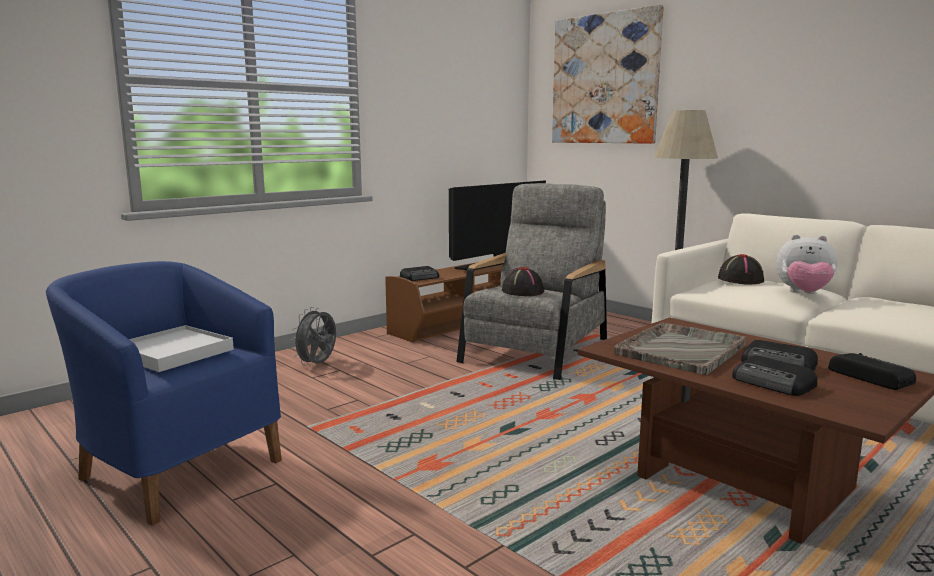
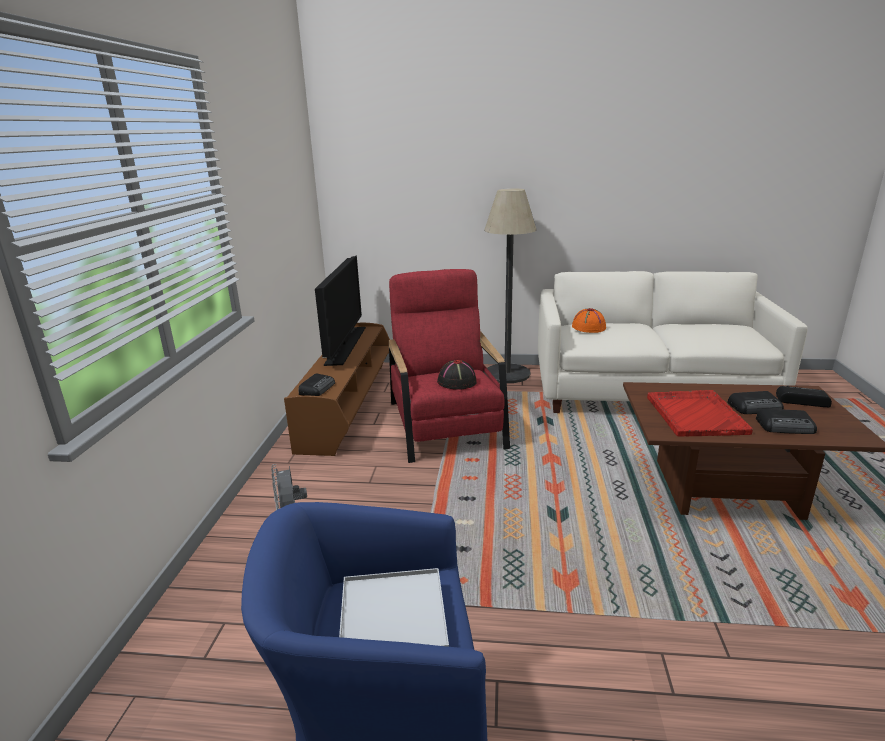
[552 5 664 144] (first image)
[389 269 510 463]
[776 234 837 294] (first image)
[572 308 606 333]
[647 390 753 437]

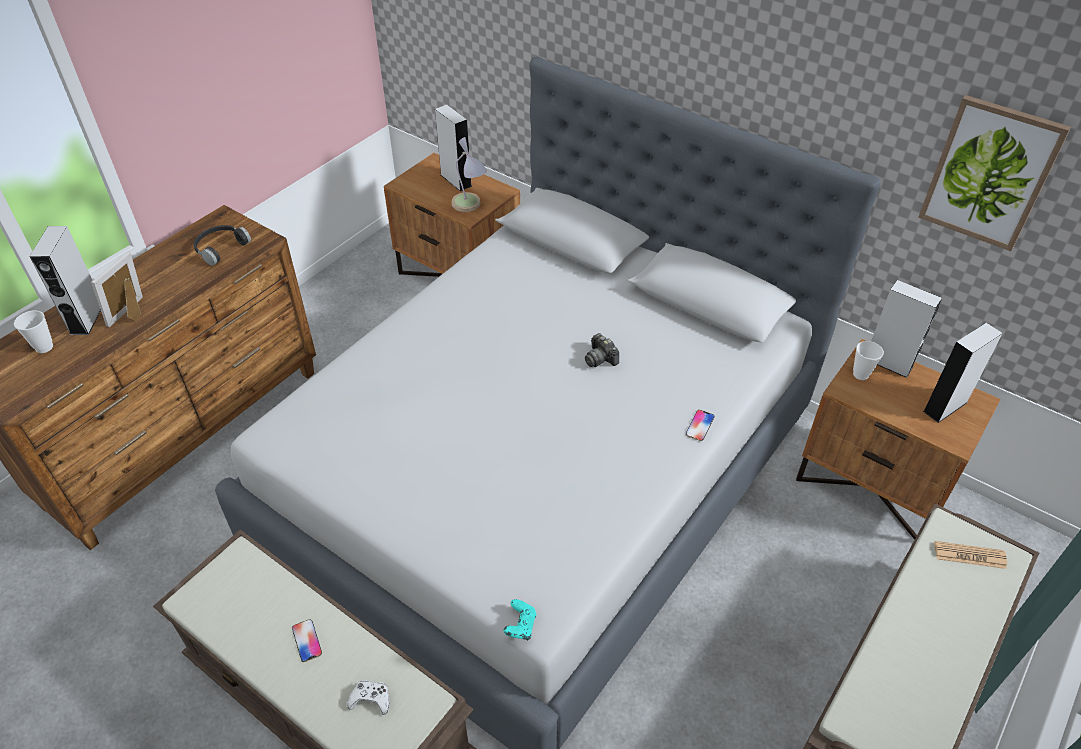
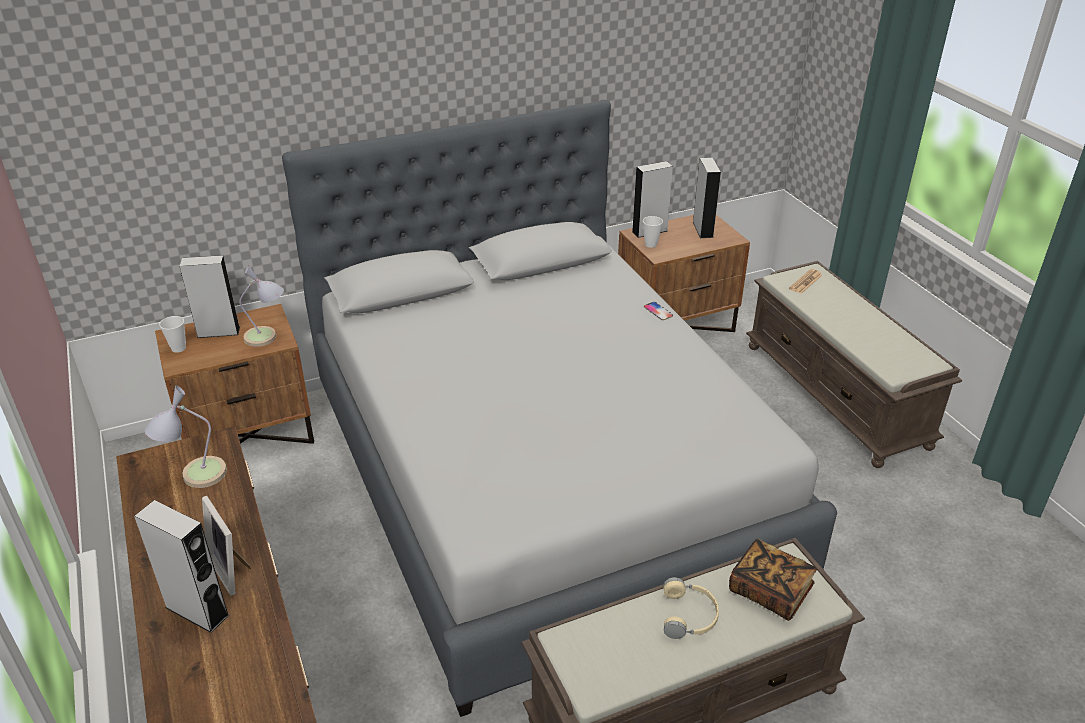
[918 95 1071 251] (first image)
[145 385 227 488]
[159 316 186 353]
[585 333 619 367] (first image)
[503 599 536 640] (first image)
[664 577 719 639]
[729 538 817 621]

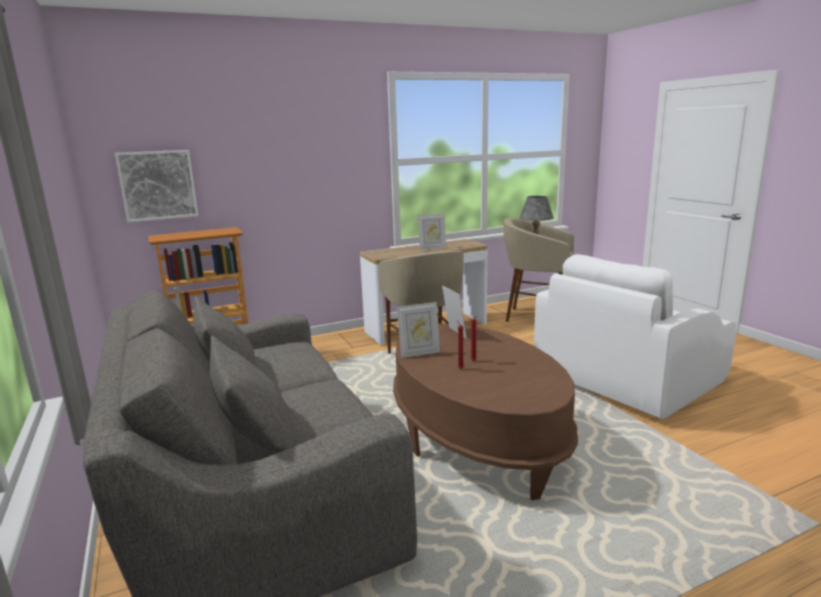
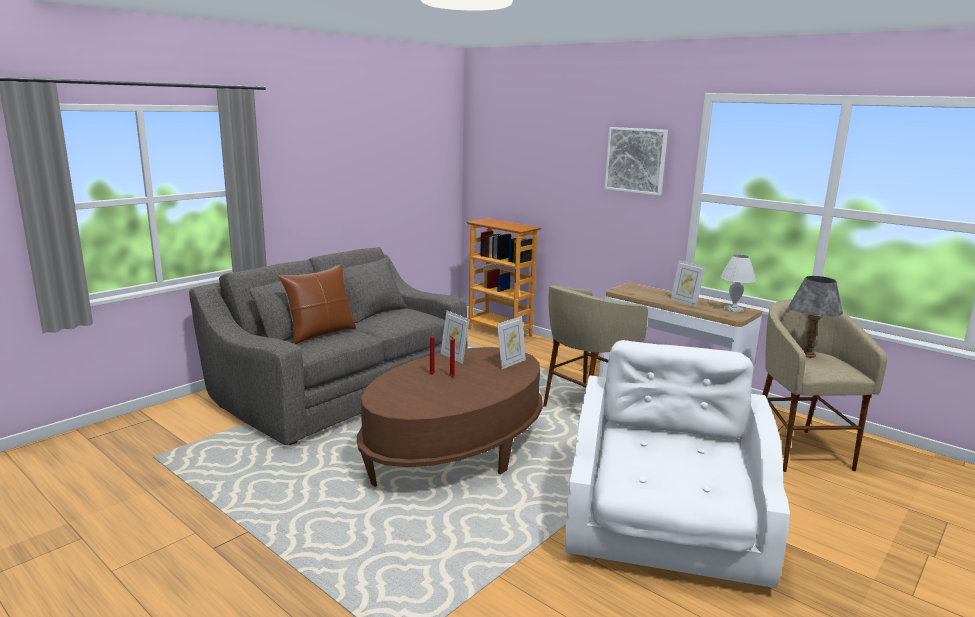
[605 127 668 196]
[565 340 790 588]
[720 255 756 313]
[278 264 356 344]

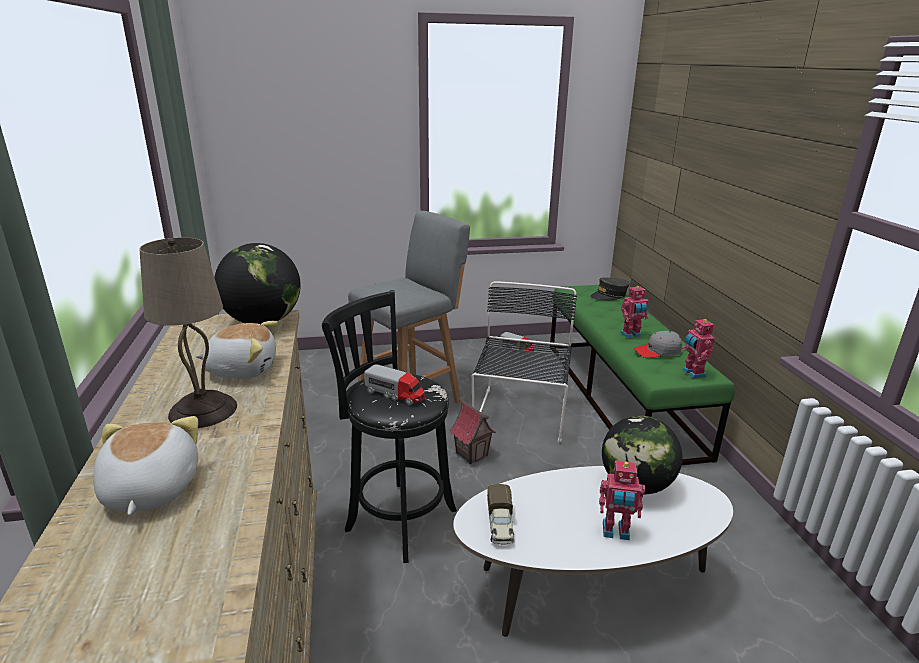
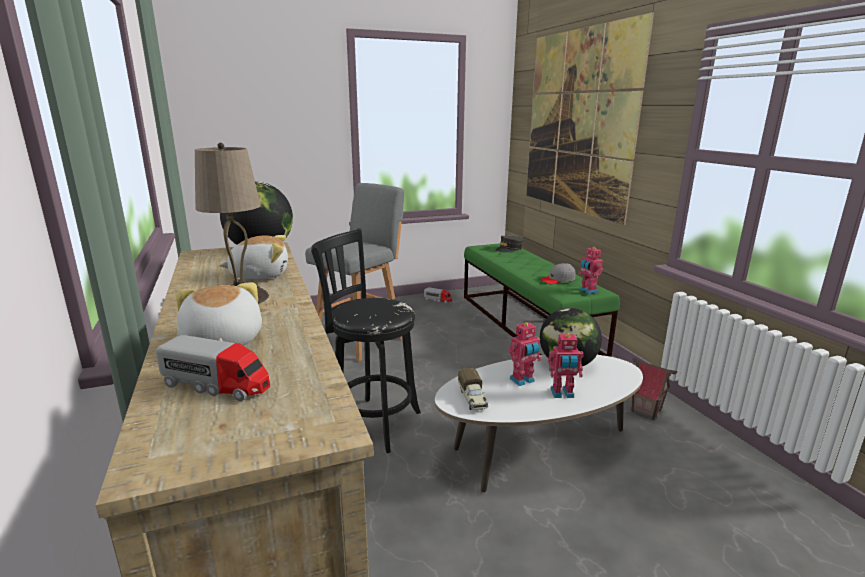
[472 281 577 443] (first image)
[508 322 542 386]
[156 335 270 401]
[632 358 677 420]
[526 12 654 225]

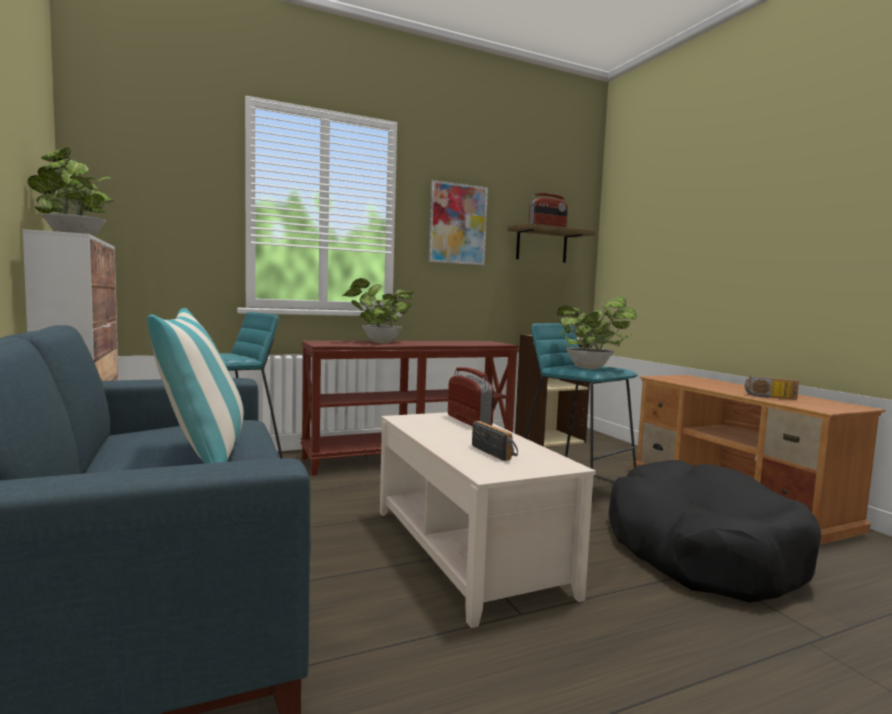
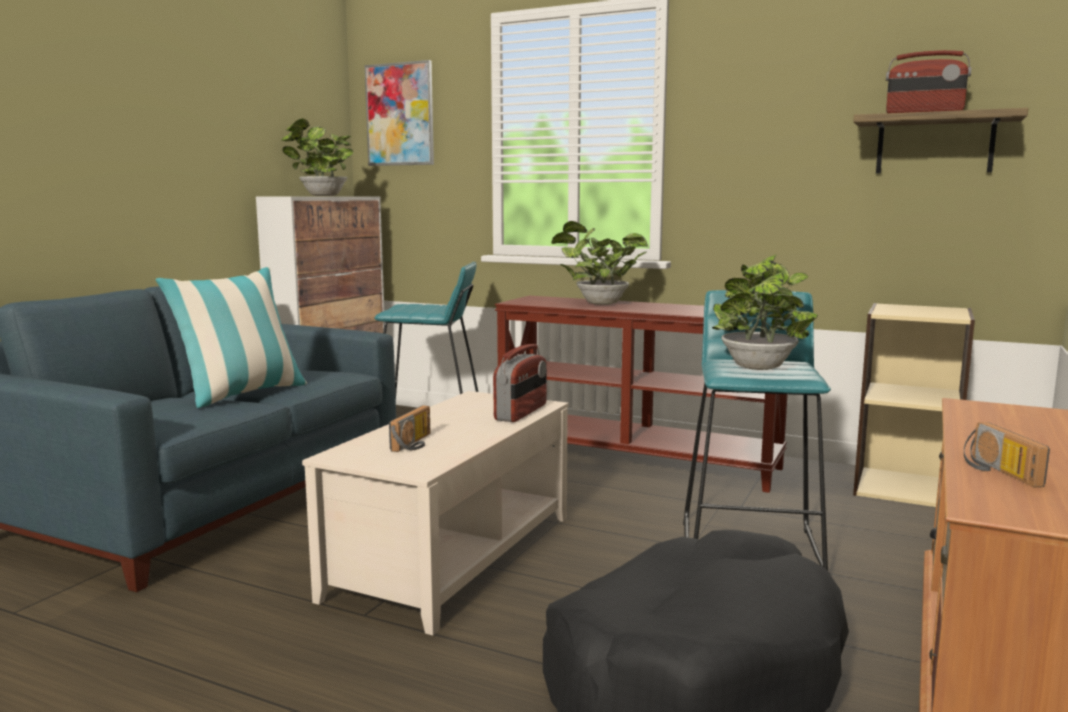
[365 60 434 166]

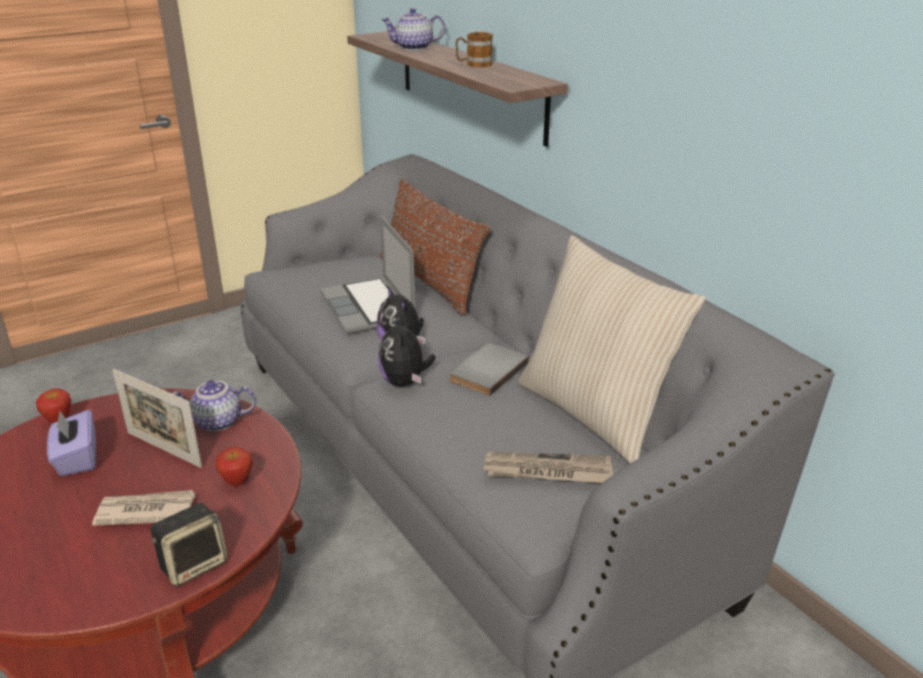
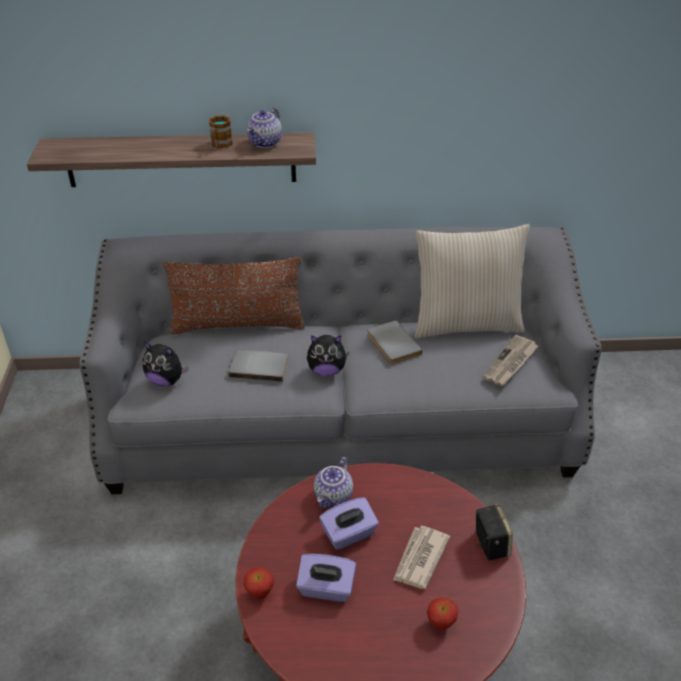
[247 108 282 148]
[228 349 289 382]
[143 342 189 386]
[319 497 379 550]
[427 598 458 630]

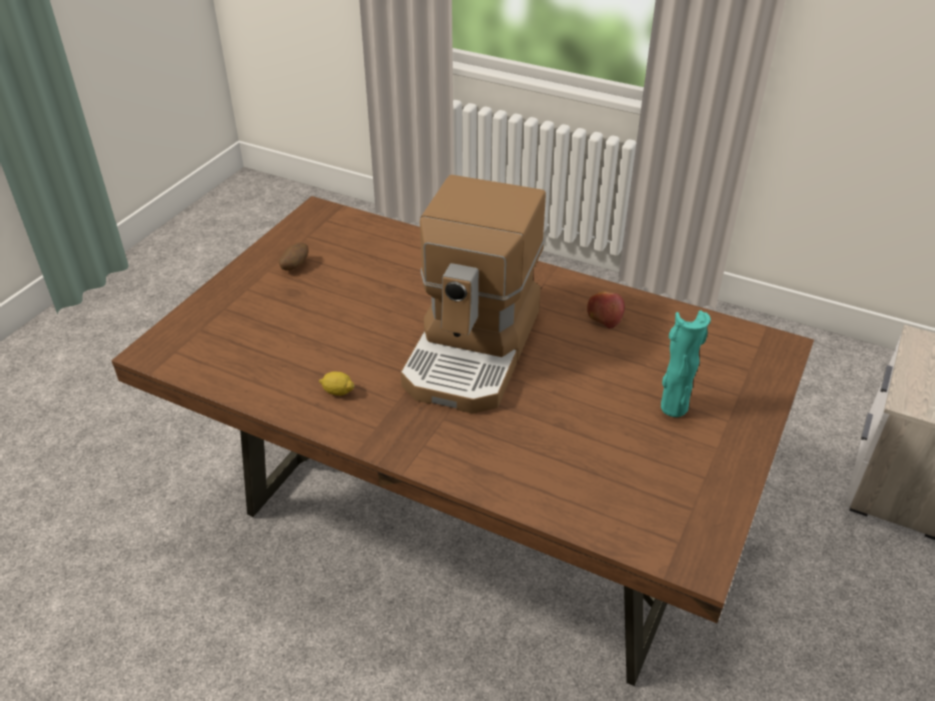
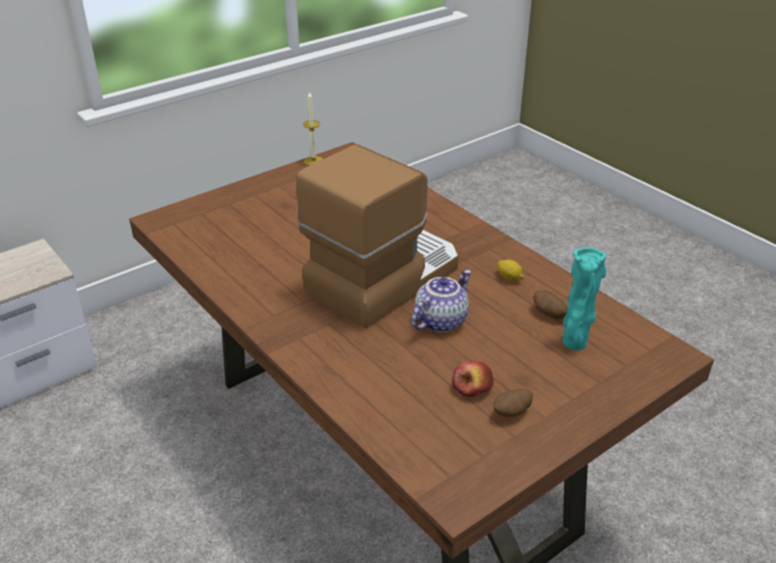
[452 361 494 397]
[562 247 606 350]
[303 91 323 166]
[411 270 472 332]
[534 290 567 319]

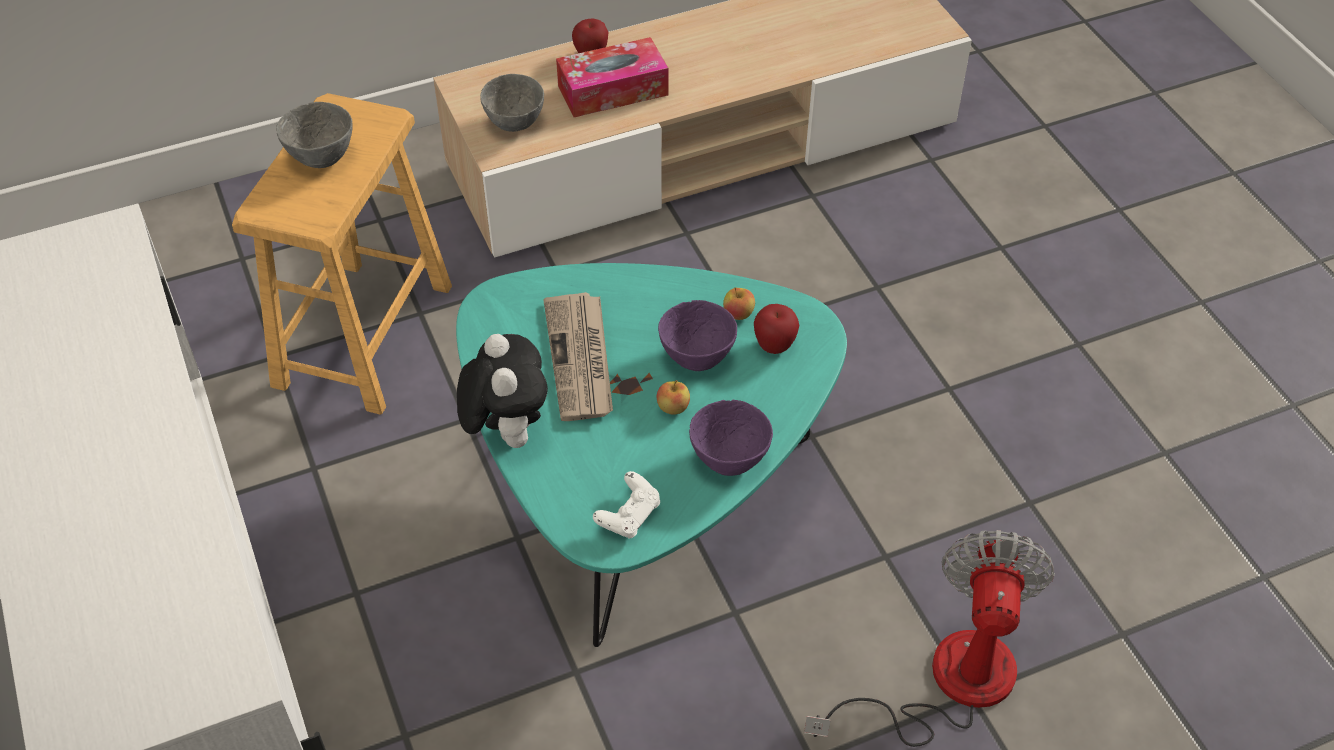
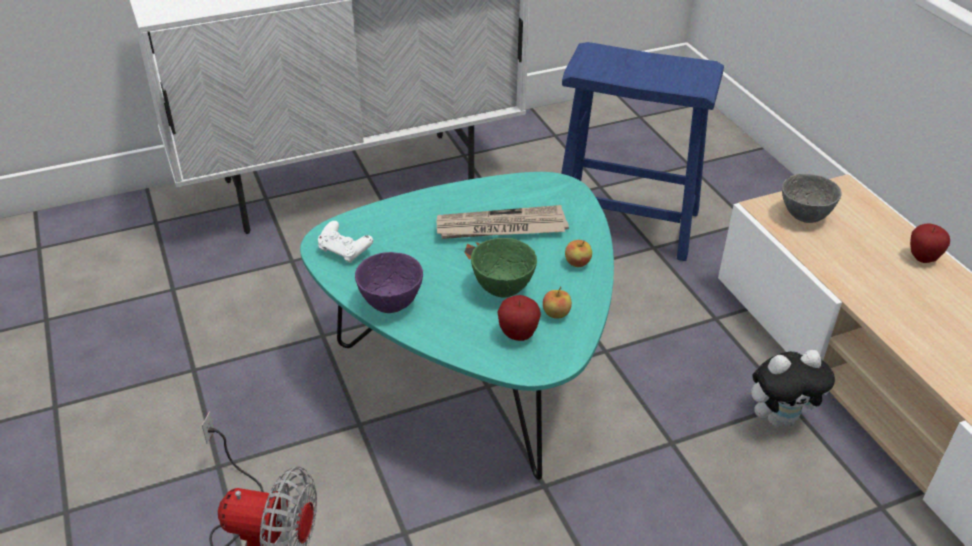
[556 37 668 117] (first image)
[561 42 724 261]
[276 102 353 168] (first image)
[471 238 537 297]
[751 350 835 427]
[565 240 592 267]

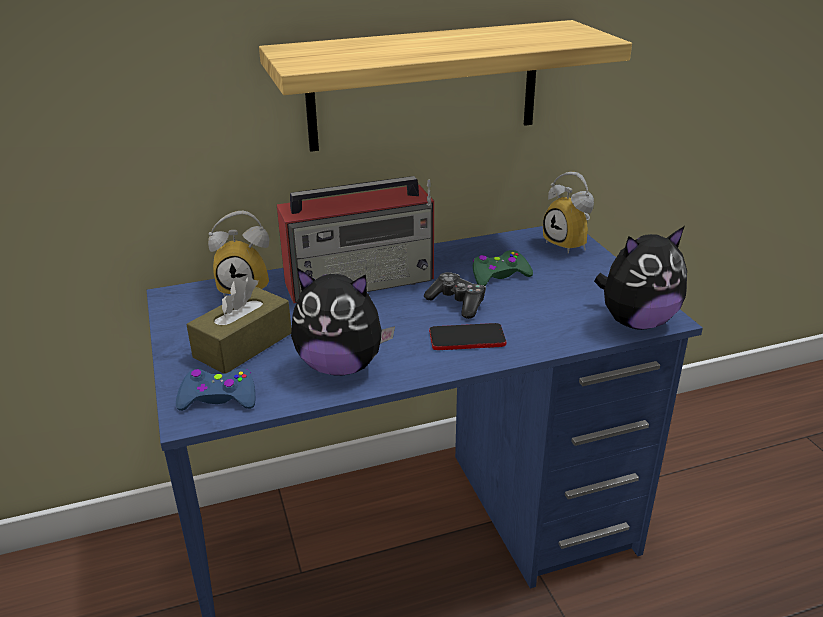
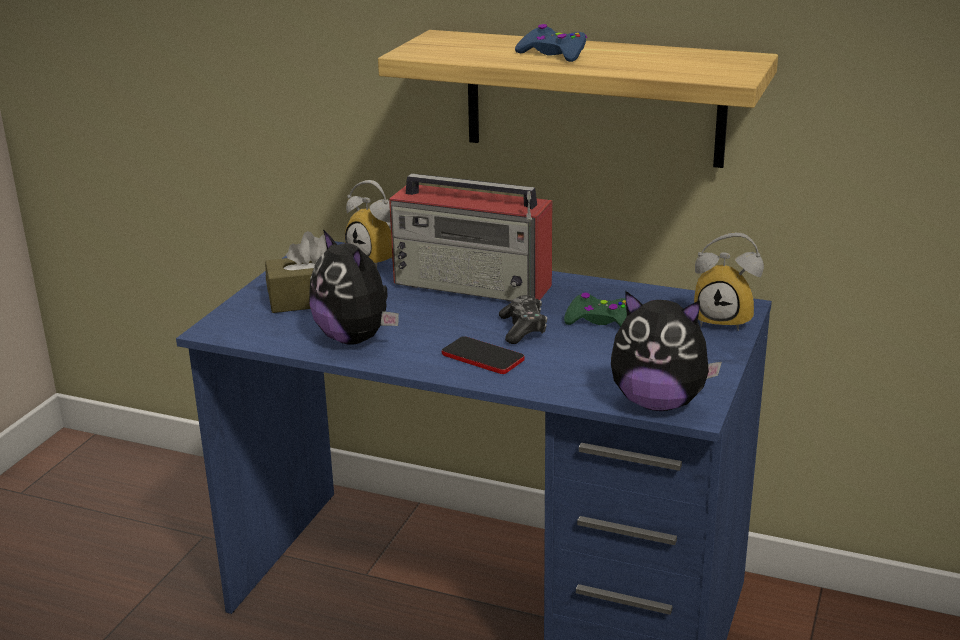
[694 233 764 331]
[515 24 587 62]

